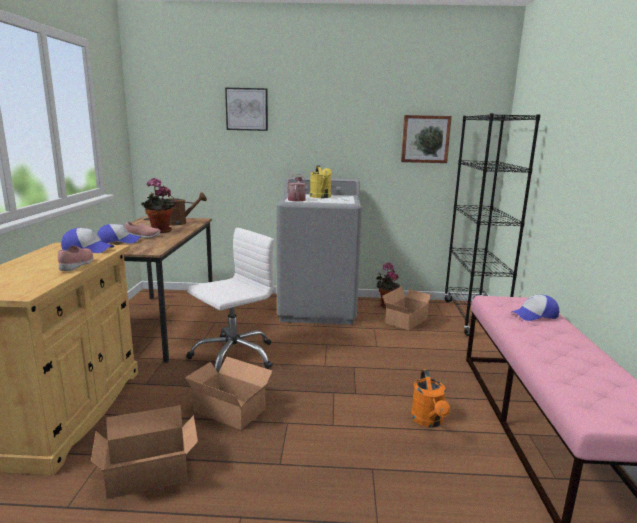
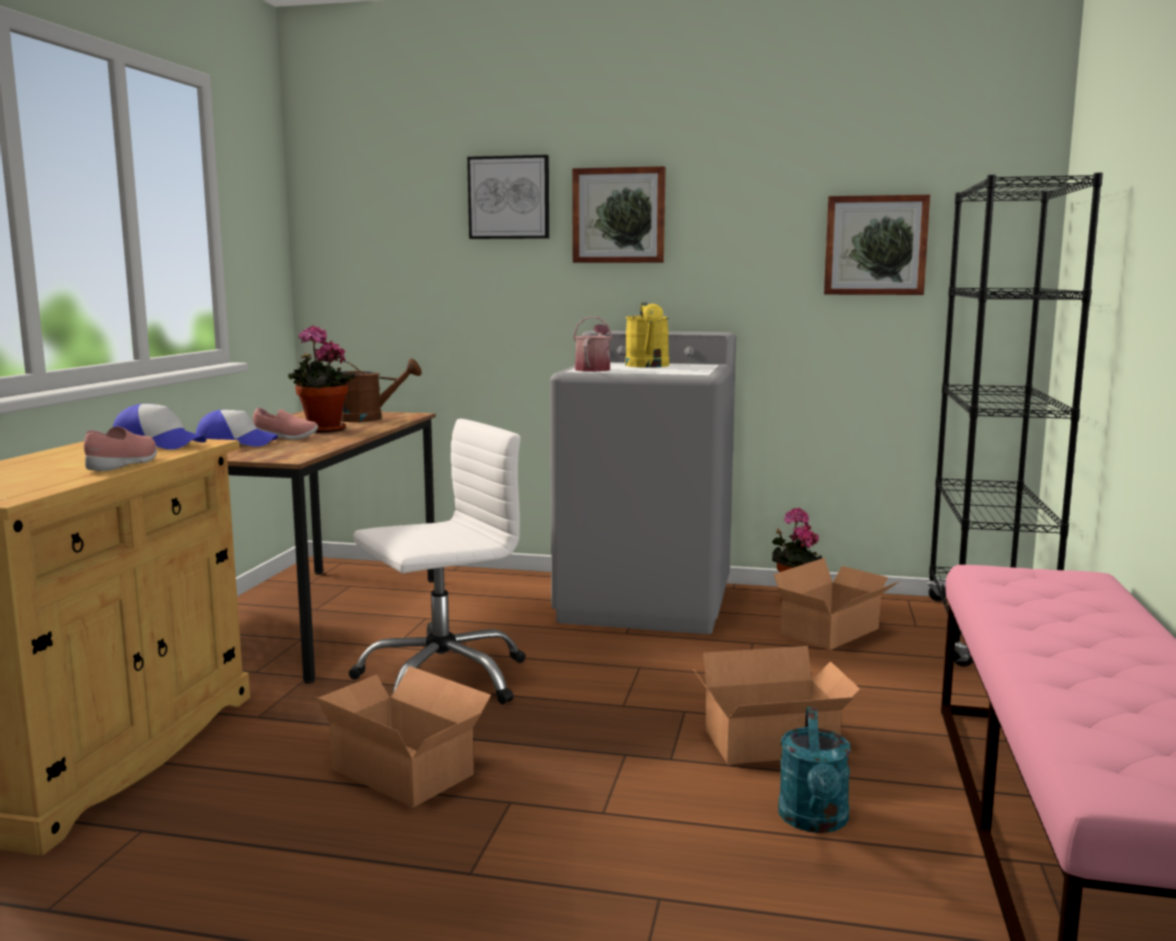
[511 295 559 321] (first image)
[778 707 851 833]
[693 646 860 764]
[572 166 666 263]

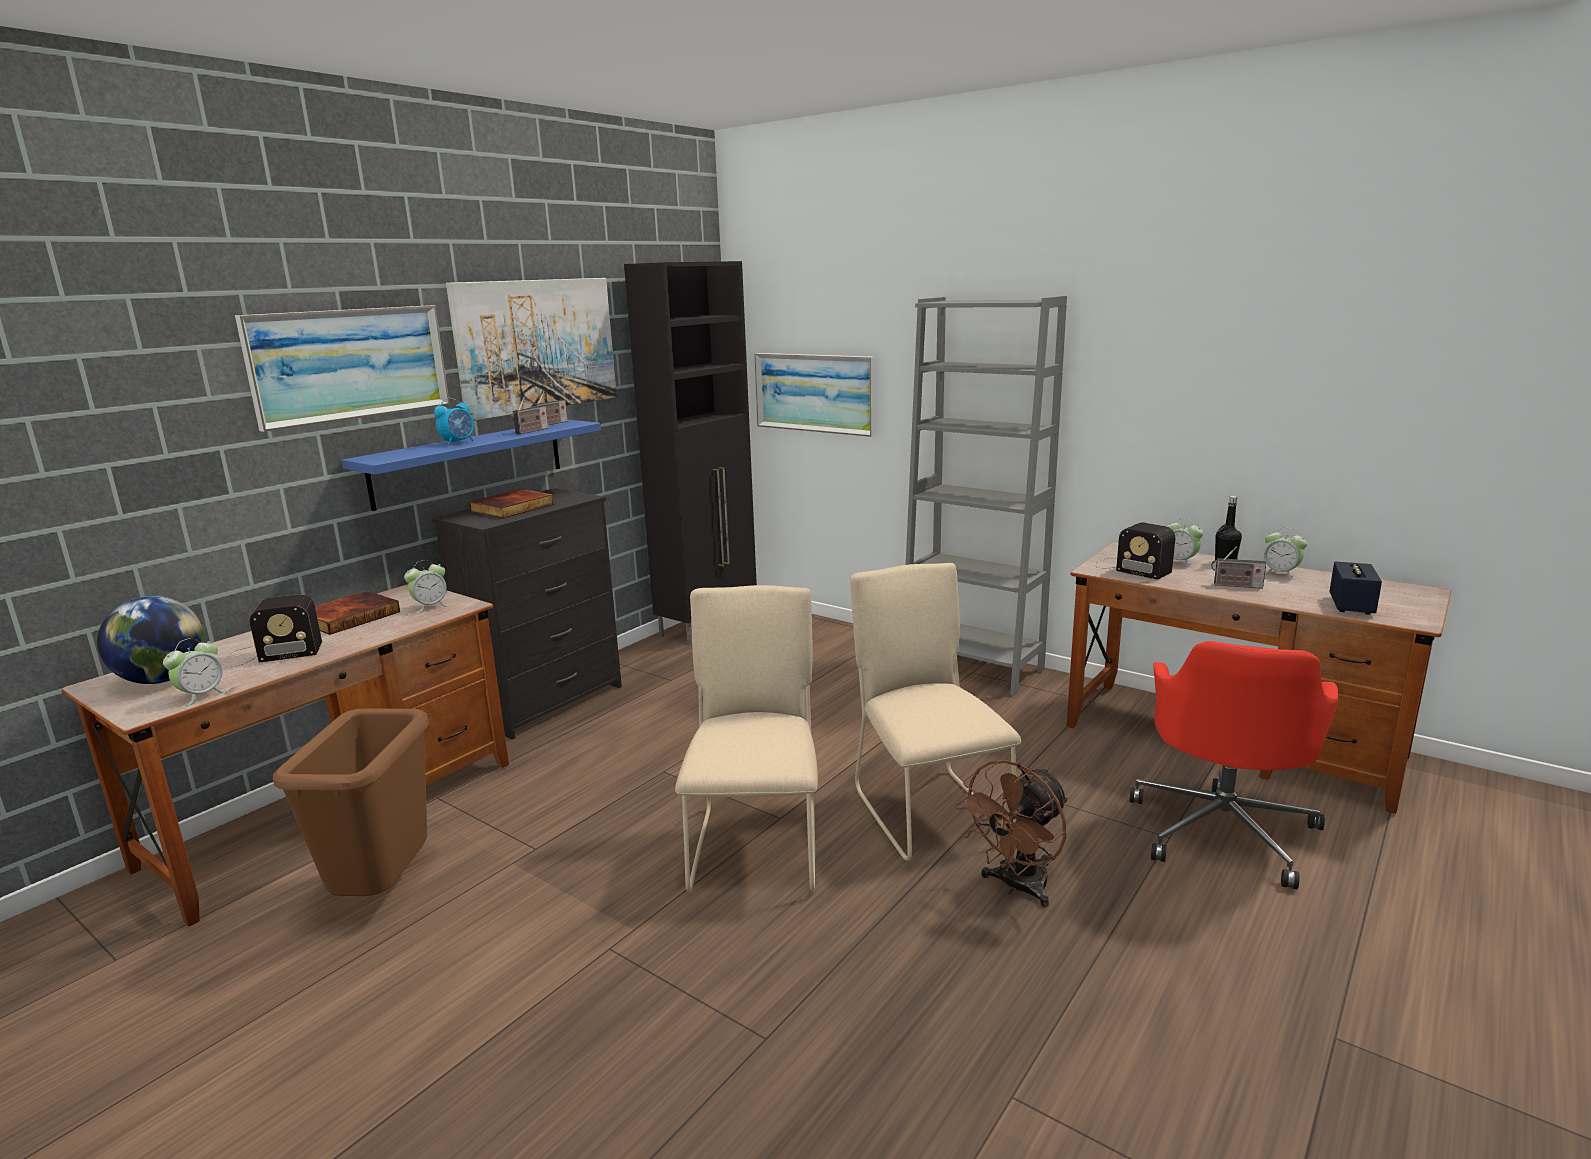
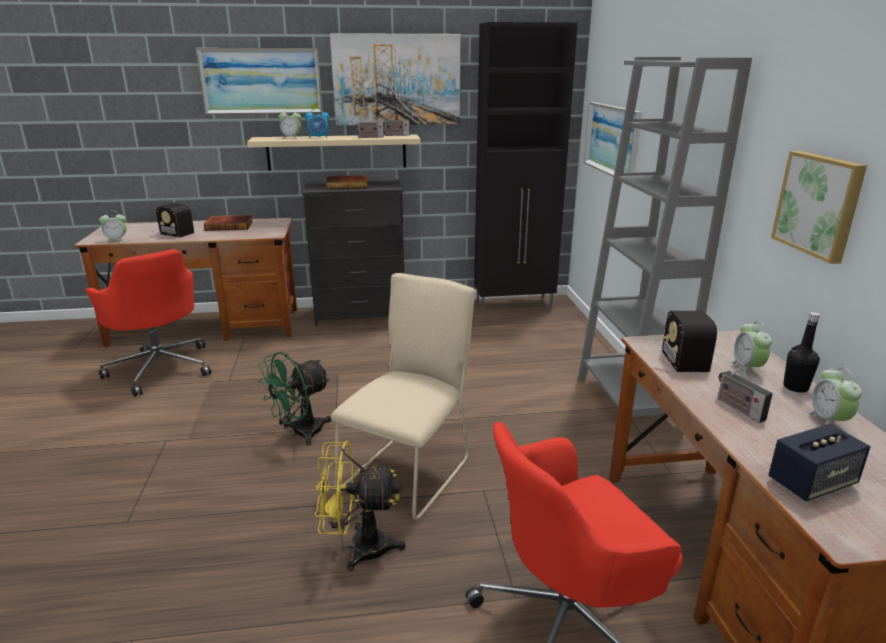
[247 135 421 171]
[279 109 301 139]
[258 352 331 445]
[97 596 204 684] (first image)
[86 249 211 397]
[314 440 406 572]
[771 151 867 264]

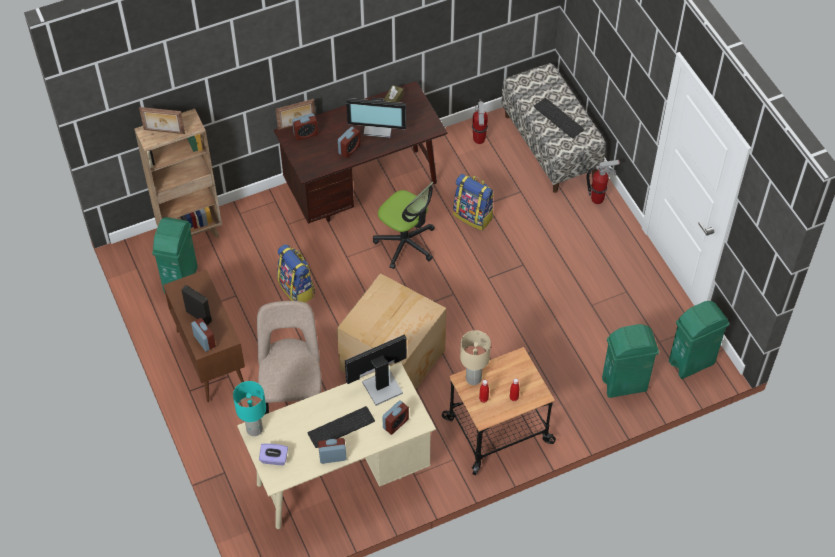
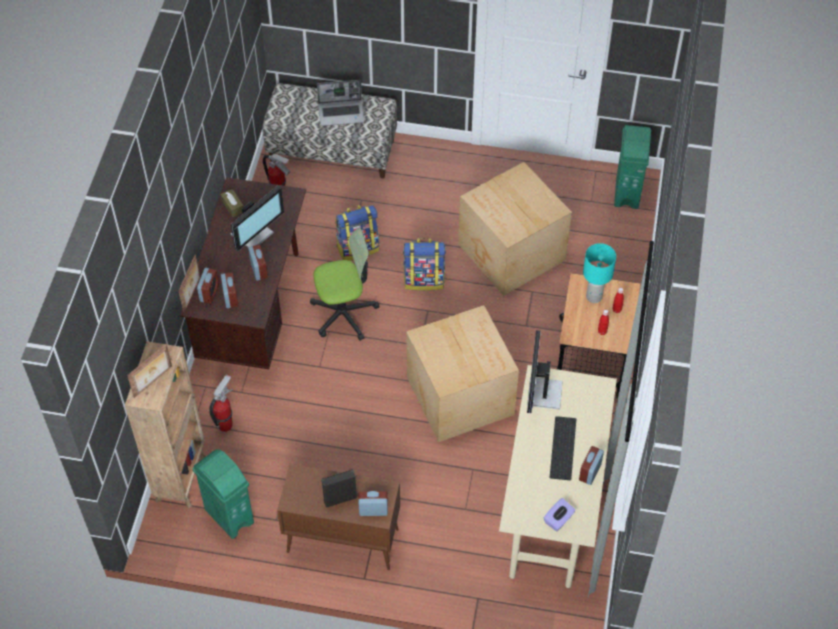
[317 80 364 126]
[209 375 233 432]
[403 238 446 291]
[257 301 321 415] (first image)
[602 324 659 398] (first image)
[460 330 491 385] (first image)
[583 243 616 303]
[221 272 238 308]
[458 162 572 296]

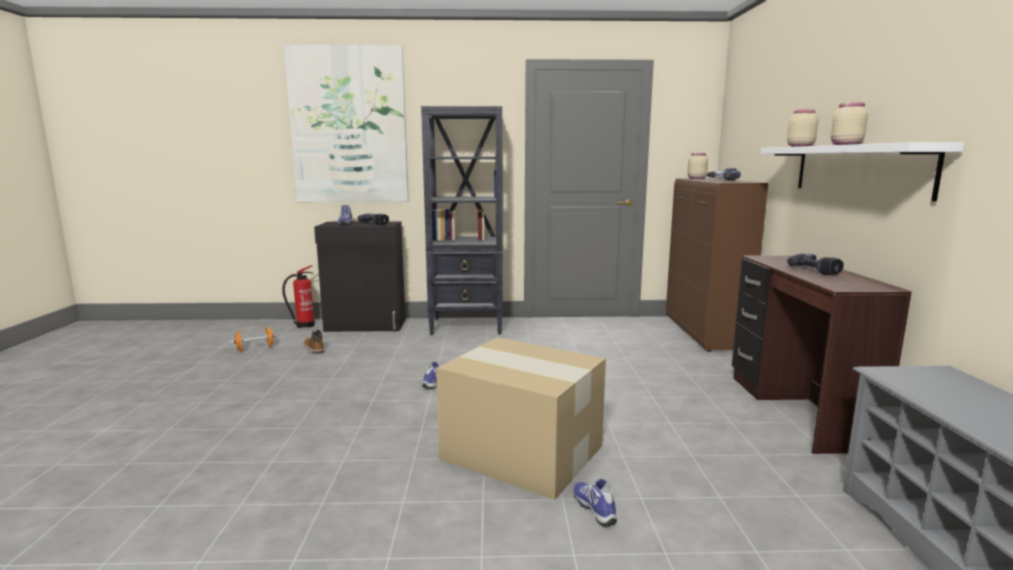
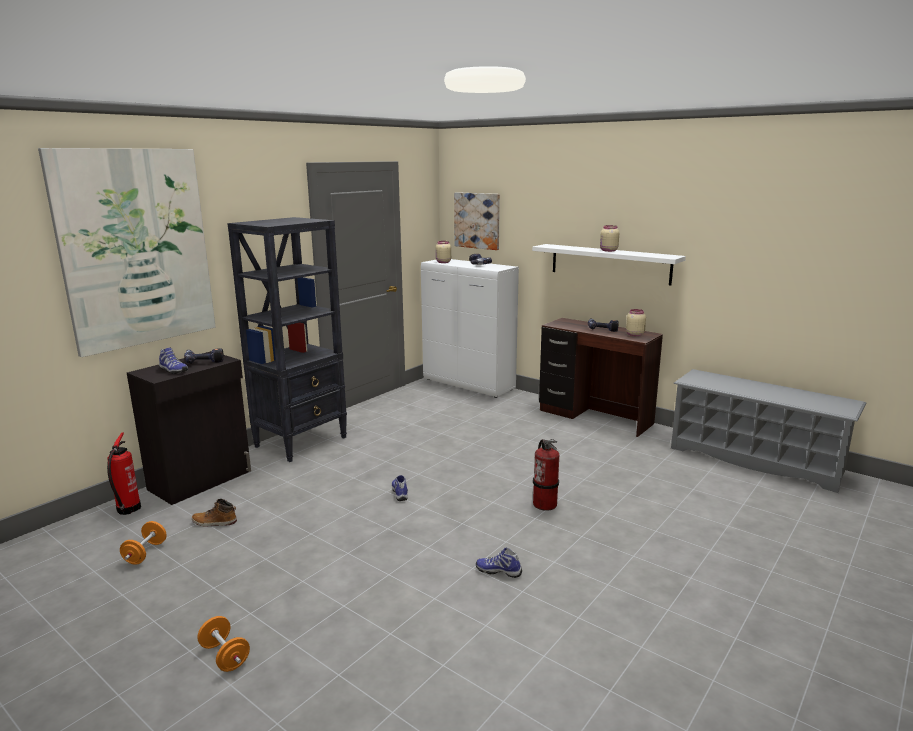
[626 309 646 336]
[421 259 519 398]
[533 439 559 511]
[476 548 522 578]
[454 192 500 250]
[197 616 250 672]

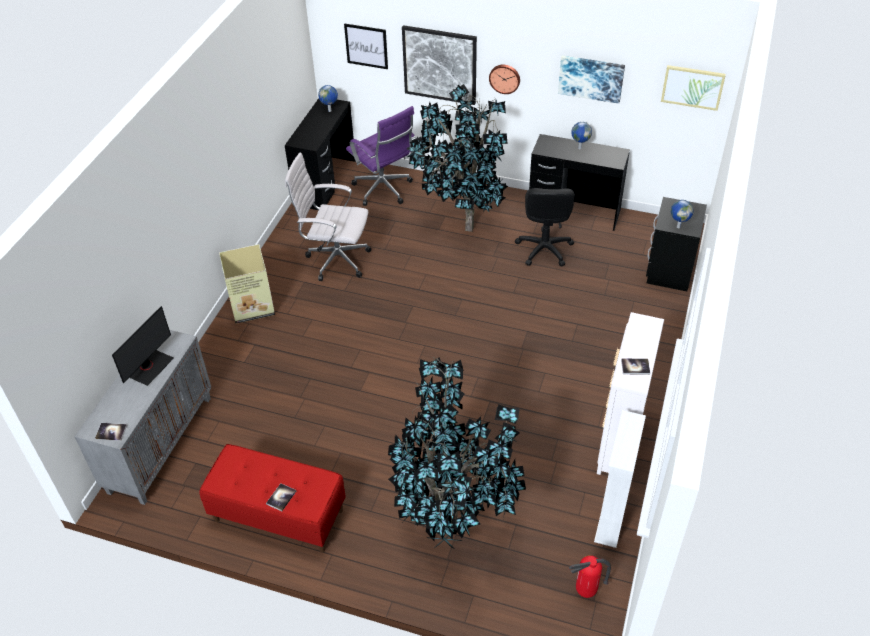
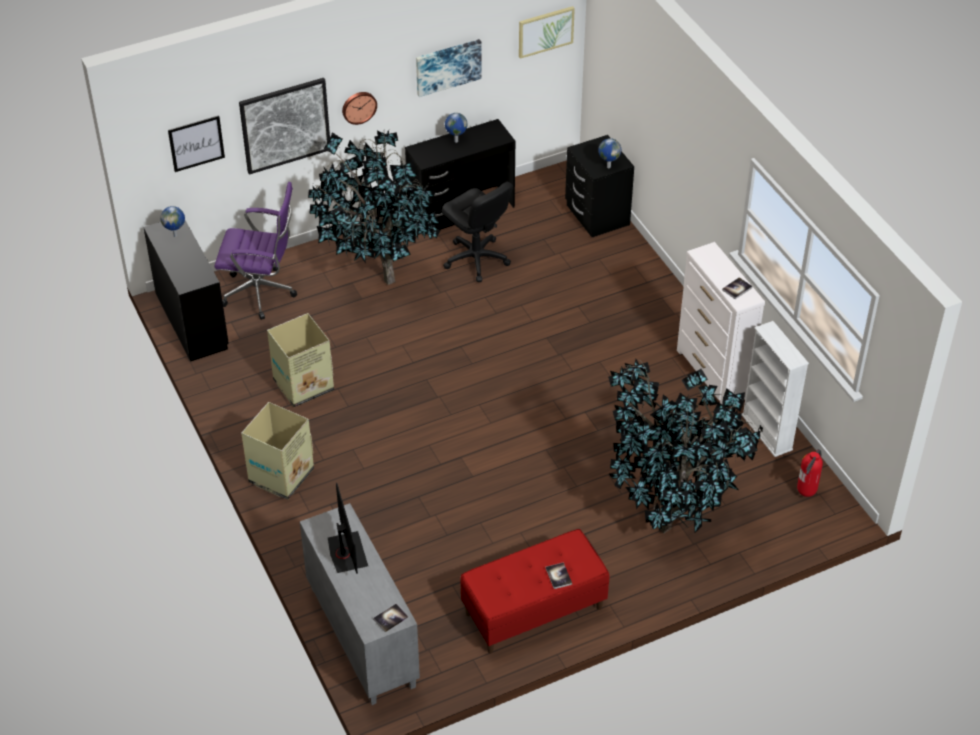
[267 313 334 407]

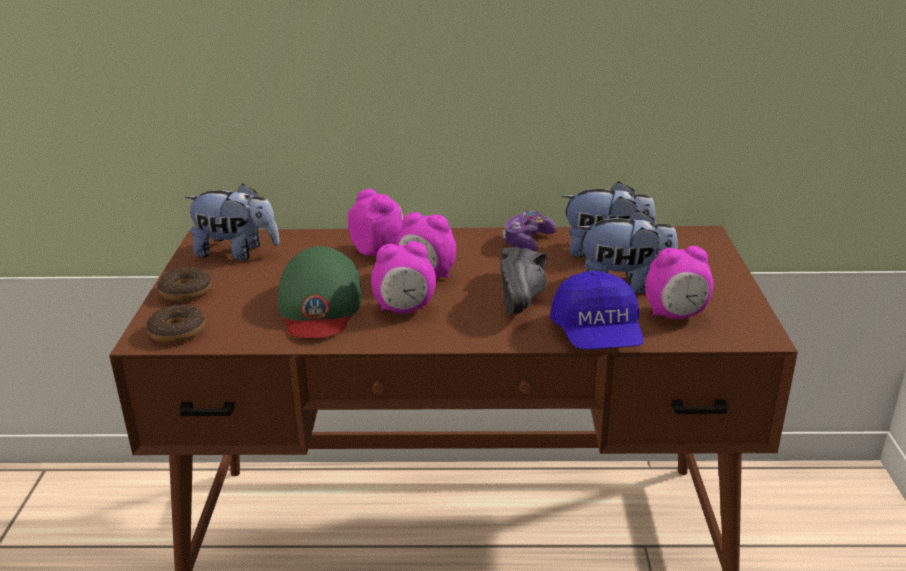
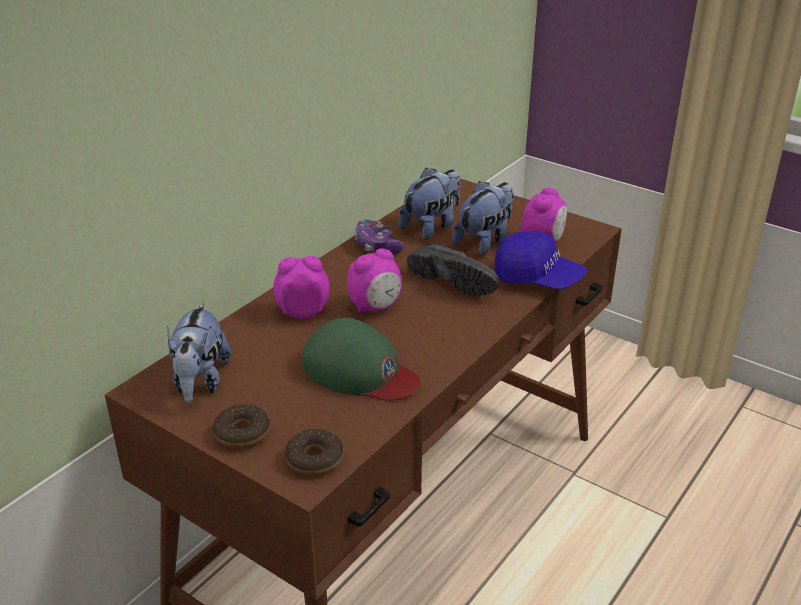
[167 302 231 403]
[371 241 436 314] (first image)

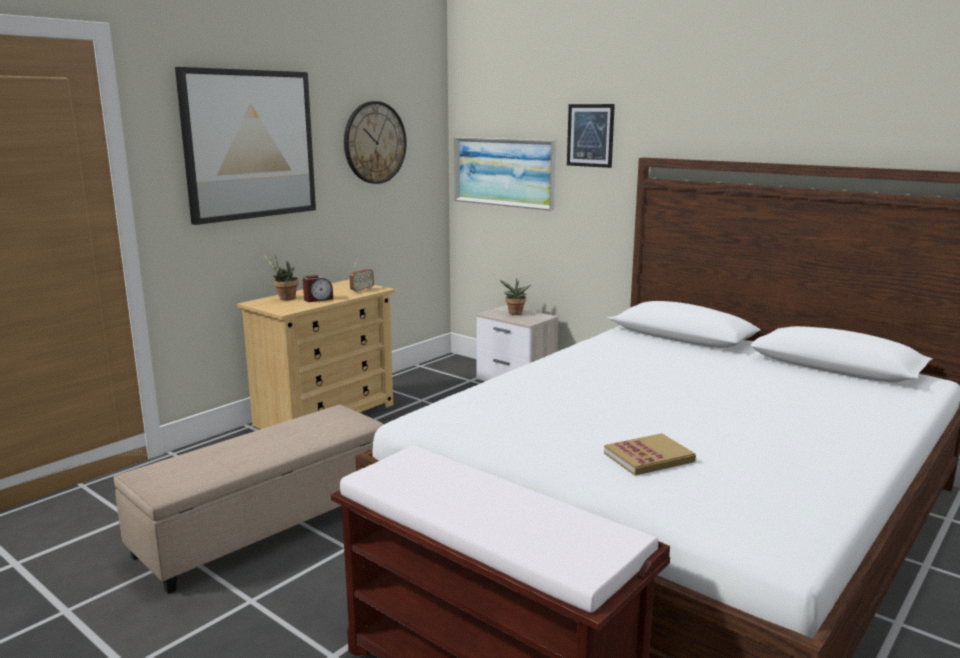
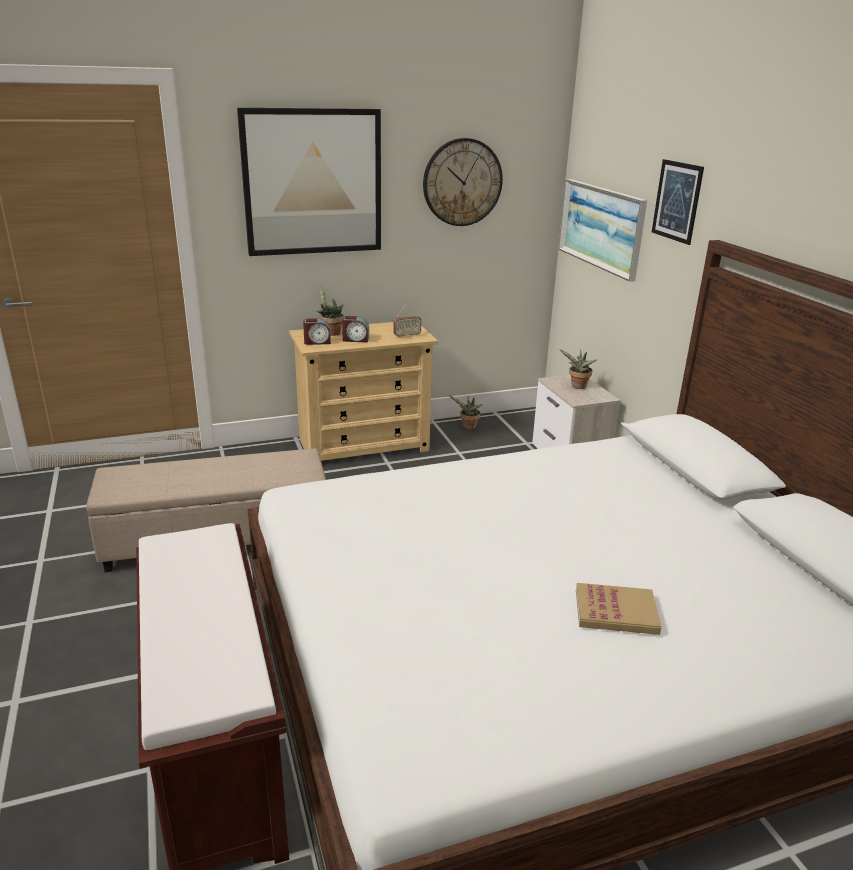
[576 583 661 635]
[303 318 331 345]
[449 395 482 430]

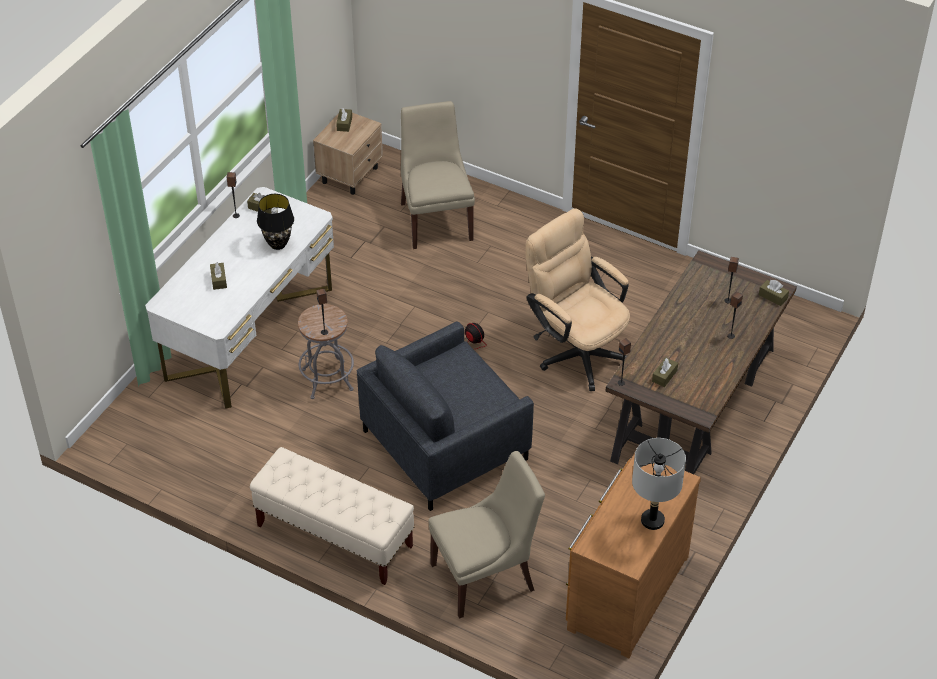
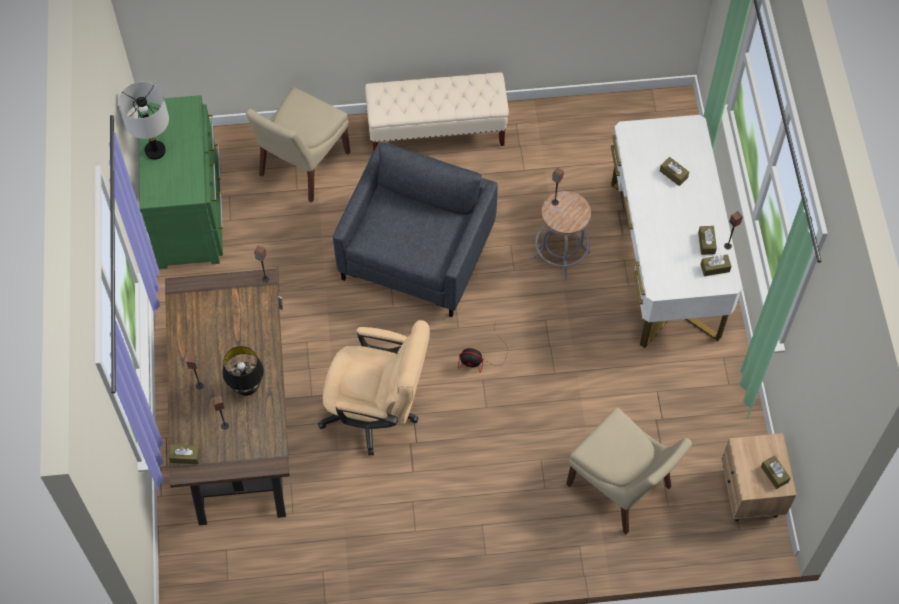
[222 346 264 396]
[698 226 717 255]
[138 95 223 269]

